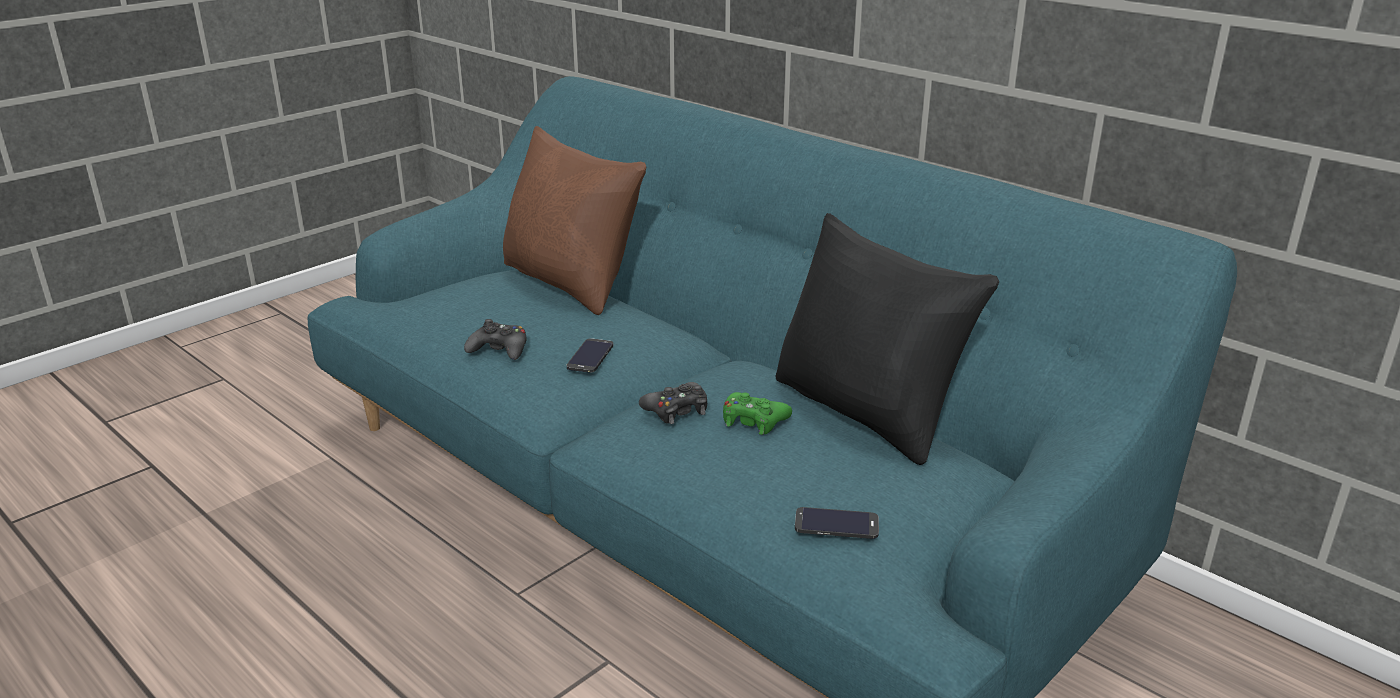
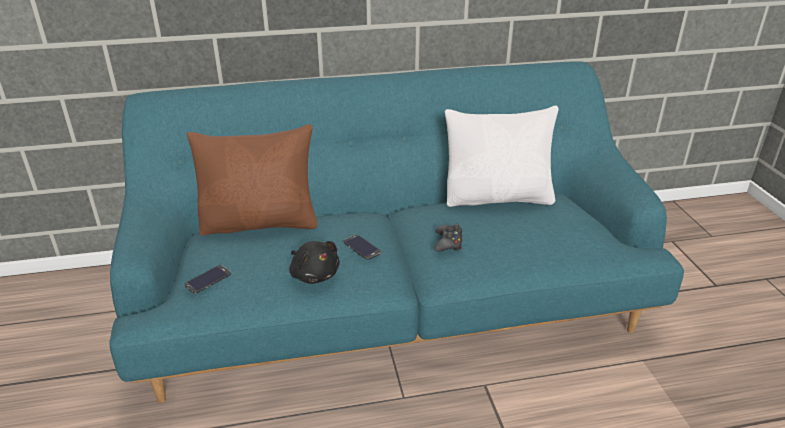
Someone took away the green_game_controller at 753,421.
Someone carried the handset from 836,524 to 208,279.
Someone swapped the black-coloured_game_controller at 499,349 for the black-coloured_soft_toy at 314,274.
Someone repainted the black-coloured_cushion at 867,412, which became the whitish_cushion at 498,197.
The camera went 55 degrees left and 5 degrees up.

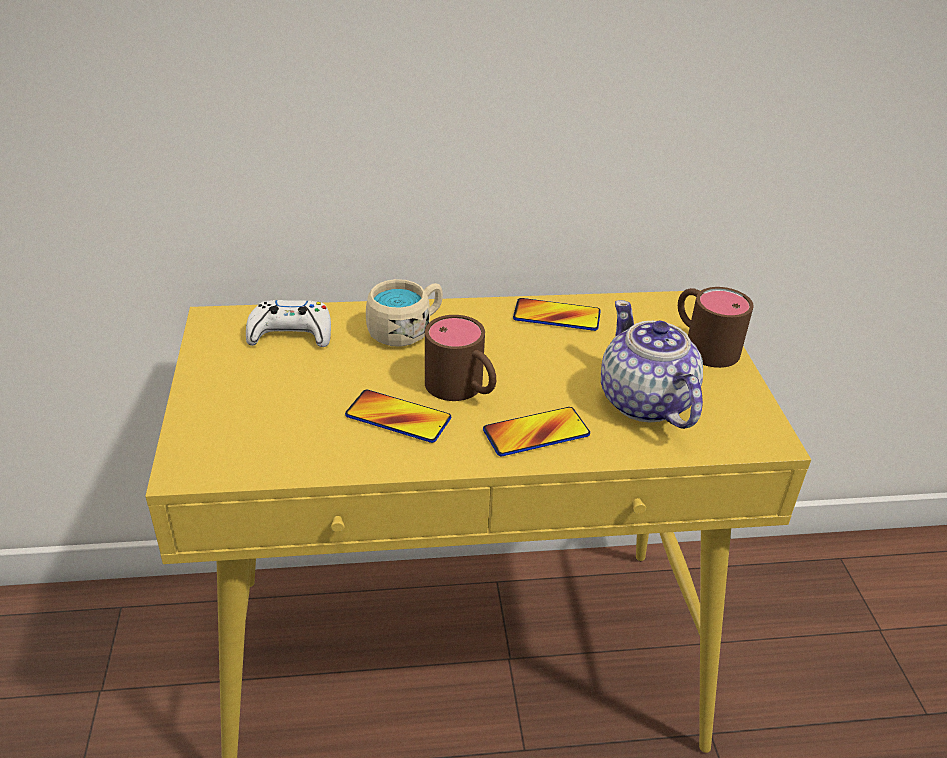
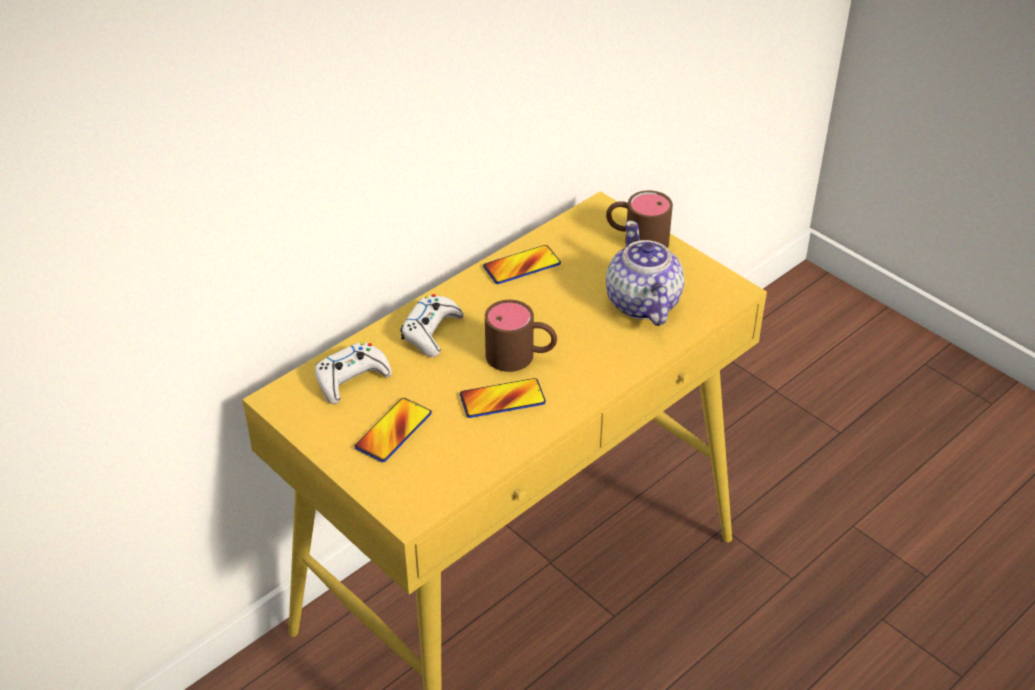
Someone carried the handset from 536,433 to 393,431.
Someone swapped the beige_mug at 406,330 for the whitish_game_controller at 431,332.
Someone rotated the pot_for_tea at 645,403 by 45 degrees clockwise.
The camera went 35 degrees left and 5 degrees up.

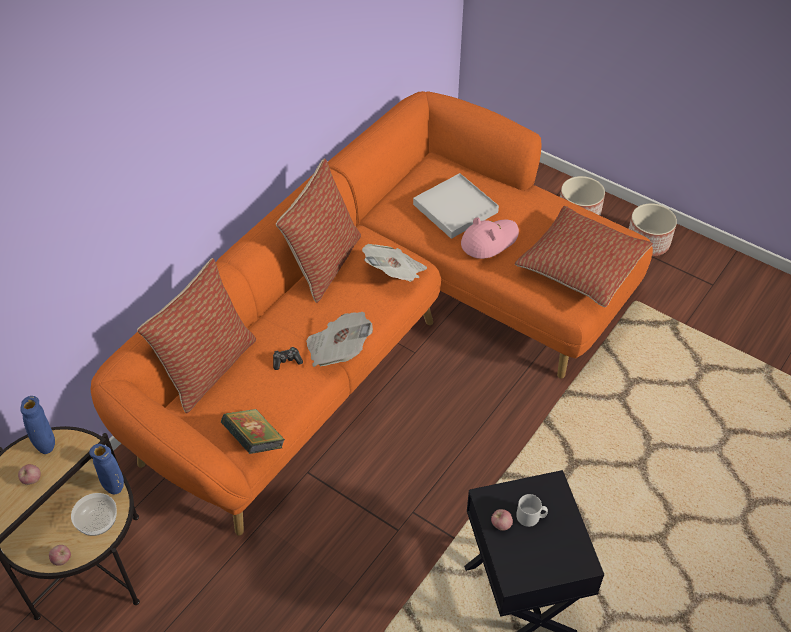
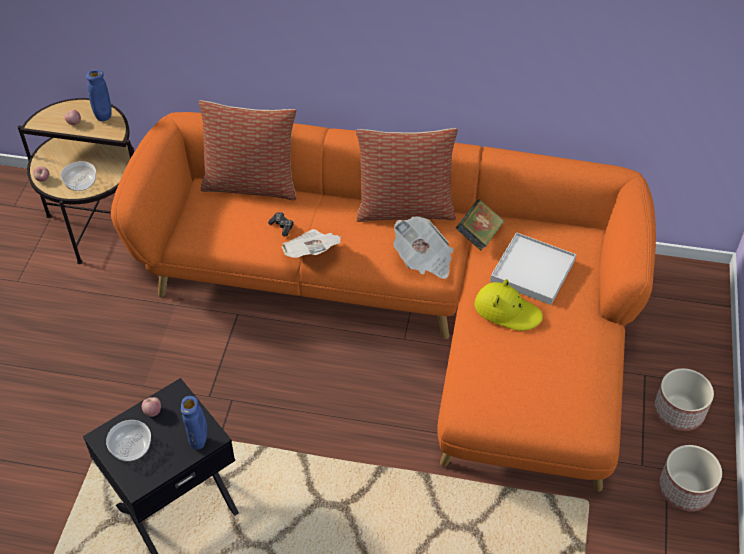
Someone took away the cushion at 581,266.
Someone took away the gray_mug at 531,517.
Someone put down the deep_dish at 132,447.
Someone carried the blue-coloured_decorative_vase from 115,488 to 199,443.
Someone carried the bound_book from 254,441 to 479,235.
Someone repainted the pink_hat at 489,240, which became the yellow_hat at 507,310.
The camera went 65 degrees right and 0 degrees up.

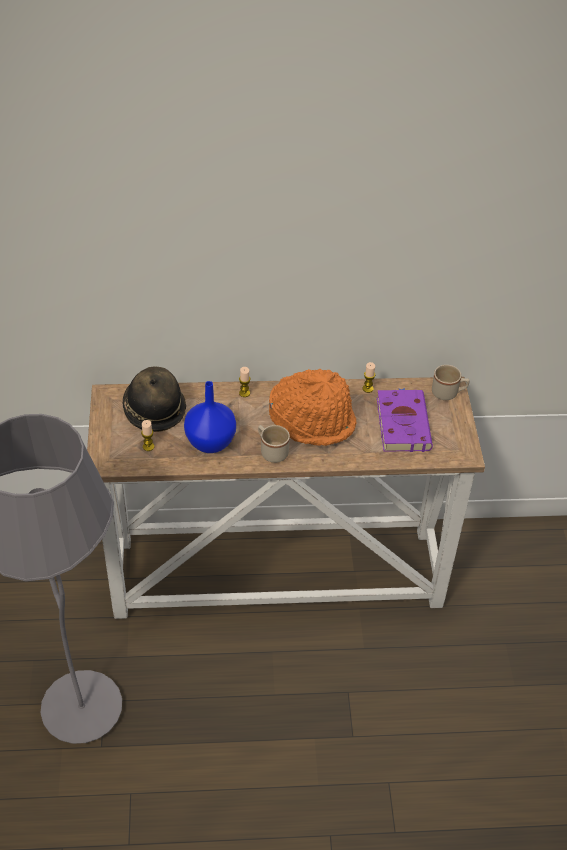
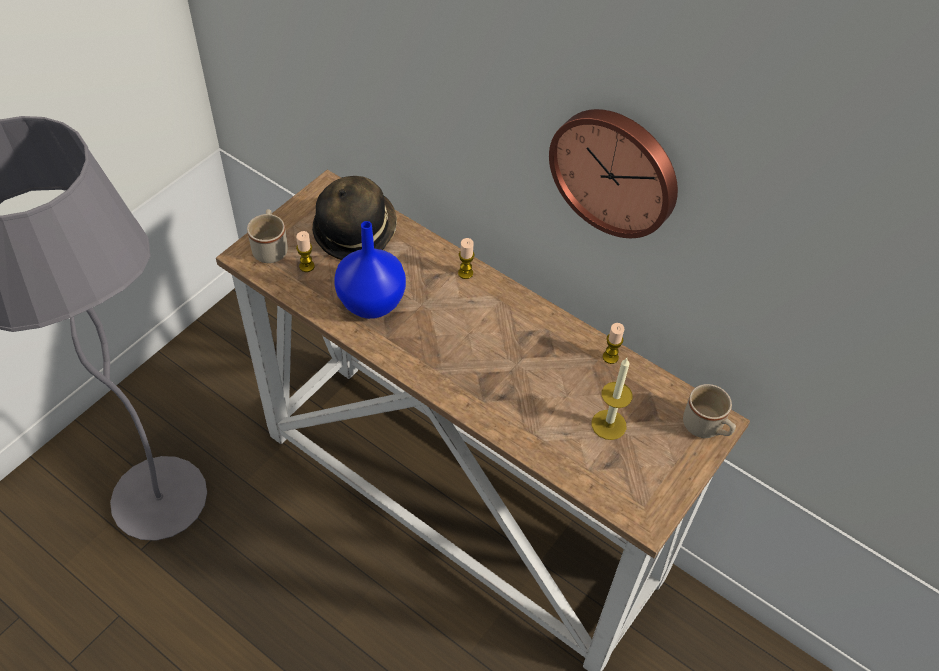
Someone took away the orange-coloured_hat at 313,420.
Someone put up the hanging_clock at 616,170.
Someone carried the beige_mug from 271,451 to 270,247.
Someone swapped the purple-coloured_bound_book at 402,422 for the wax_light at 608,424.
The camera went 40 degrees right and 5 degrees up.

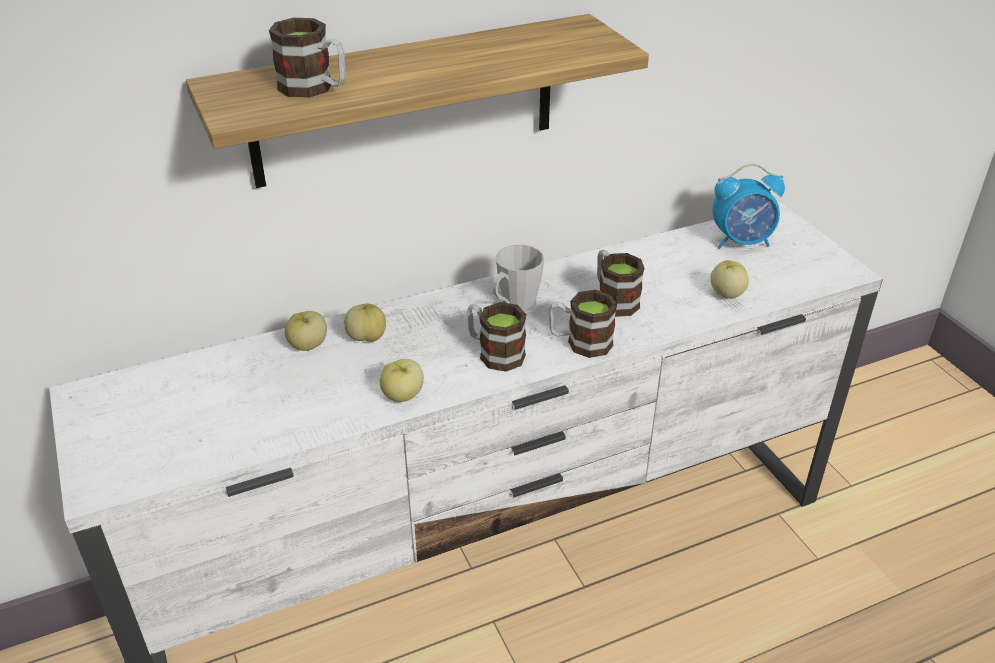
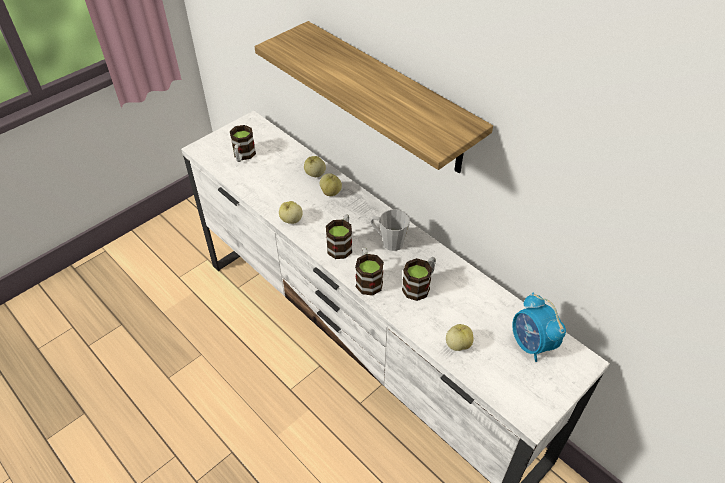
Someone carried the mug from 315,89 to 243,156.
The camera went 70 degrees right and 10 degrees up.

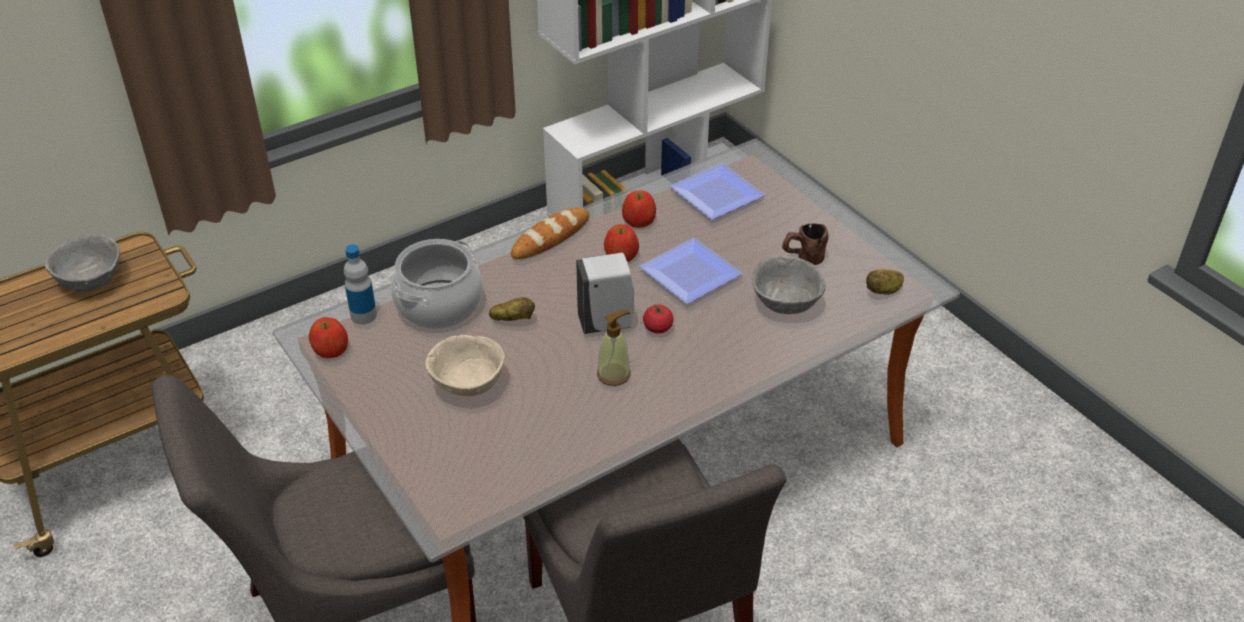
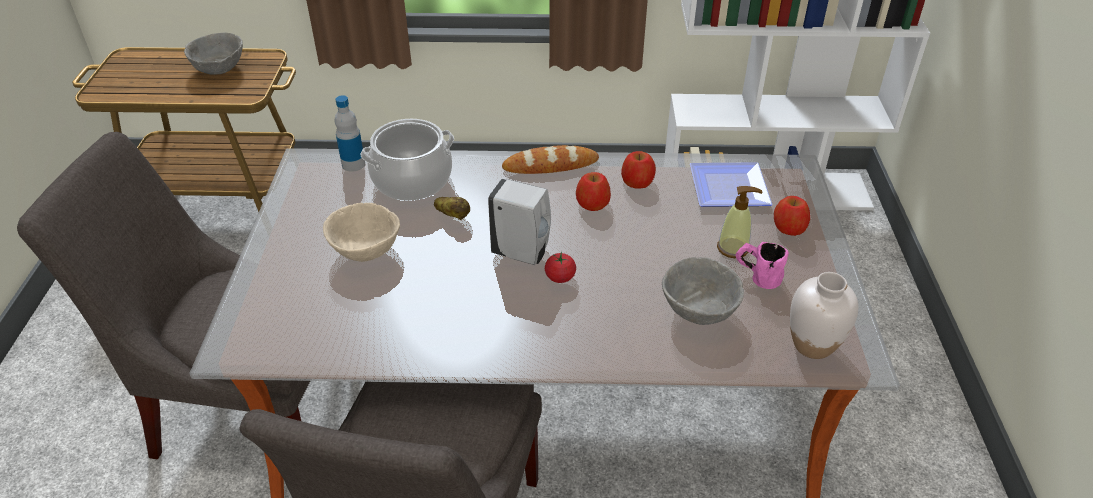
Someone took away the plate at 694,274.
Someone carried the apple from 330,349 to 789,227.
Someone carried the soap_dispenser from 614,374 to 733,248.
Someone swapped the potato at 884,291 for the whitish_decorative_vase at 812,344.
Someone repainted the brown_mug at 802,258, which became the pink_mug at 757,276.
The camera went 35 degrees right and 0 degrees up.

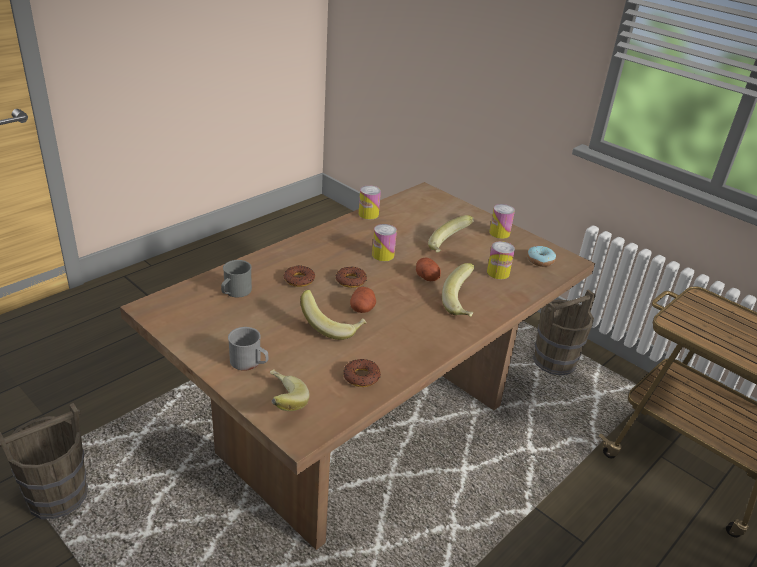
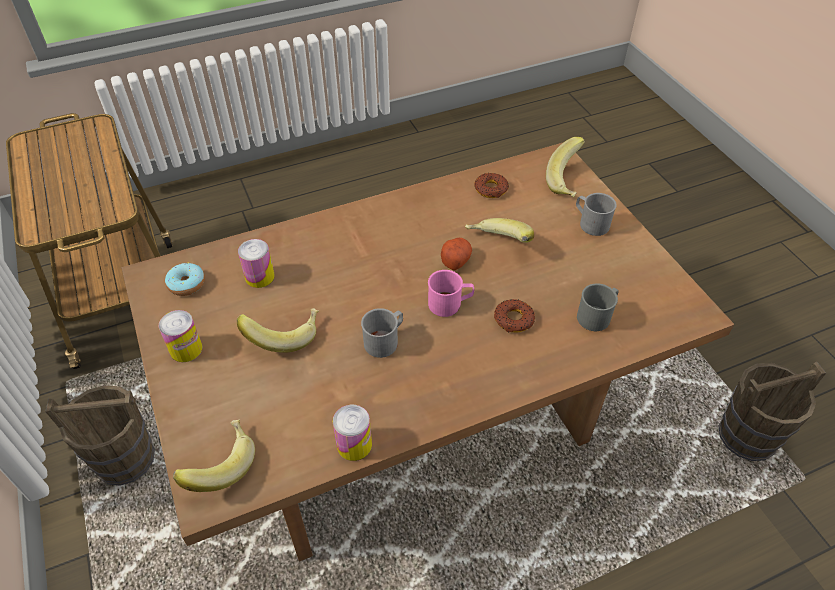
Someone took away the potato at 426,276.
Someone carried the banana from 462,304 to 220,465.
Someone swapped the doughnut at 350,280 for the pink_mug at 450,304.
Someone swapped the can at 383,255 for the gray_mug at 385,340.
The camera went 155 degrees left and 15 degrees up.

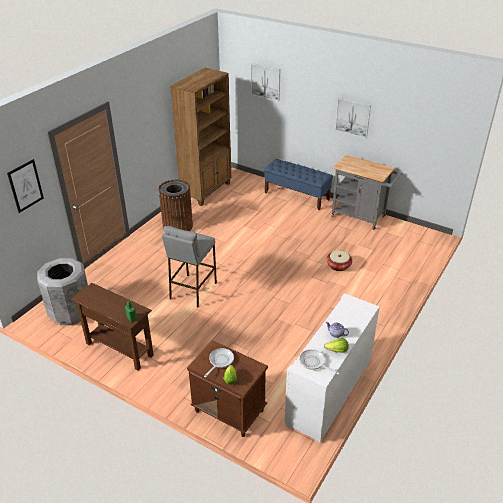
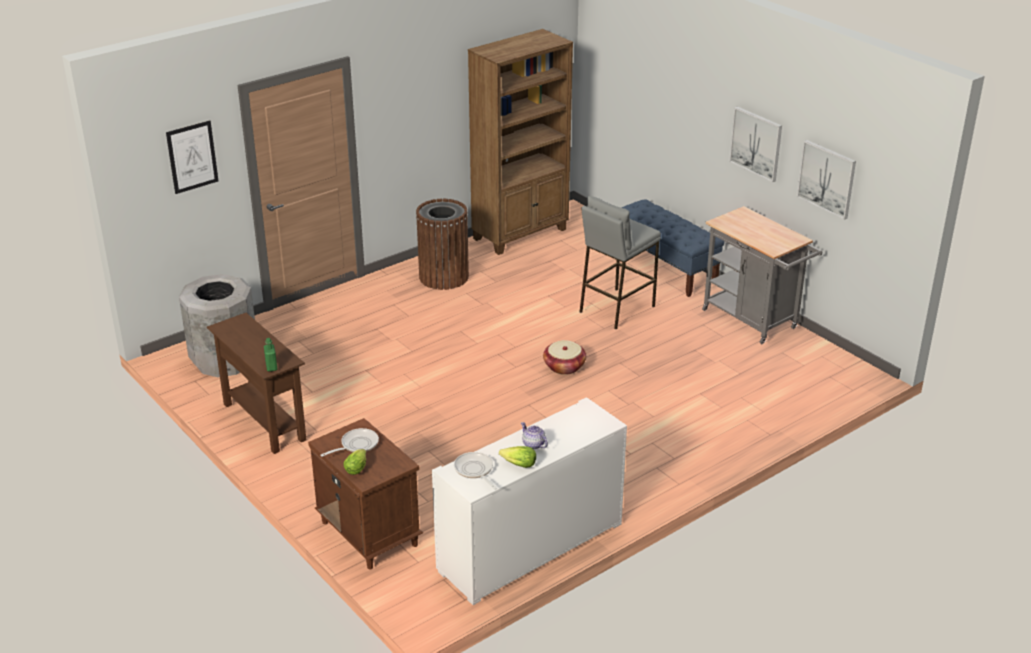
Someone carried the gray_stool from 192,291 to 616,309.
Someone carried the wall_picture from 265,81 to 827,178.
Someone carried the storage_basket from 338,266 to 564,367.
The camera went 20 degrees right and 5 degrees down.

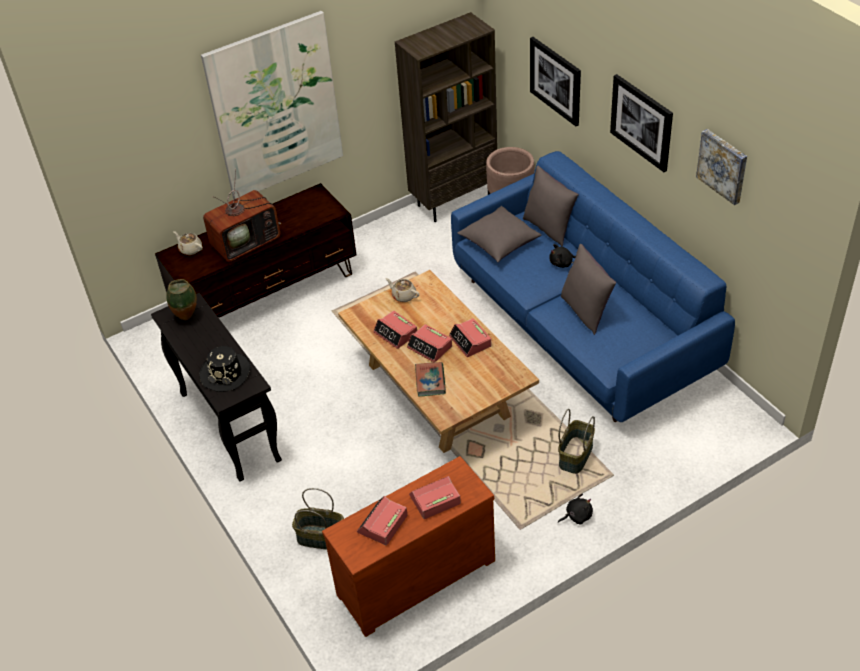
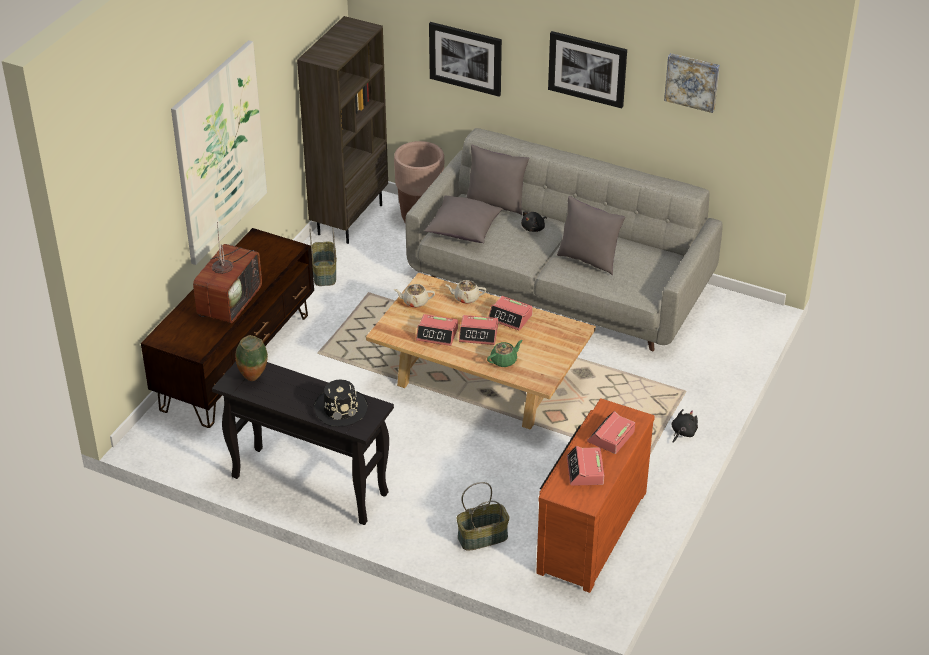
Someone carried the beige_pot_for_tea from 190,249 to 466,298.
Someone carried the storage_basket from 575,455 to 324,273.
Someone swapped the bound_book at 430,381 for the green_pot_for_tea at 504,360.
Someone repainted the blue-coloured_couch at 580,326, which became the gray_couch at 559,287.
The camera went 35 degrees left and 5 degrees down.

